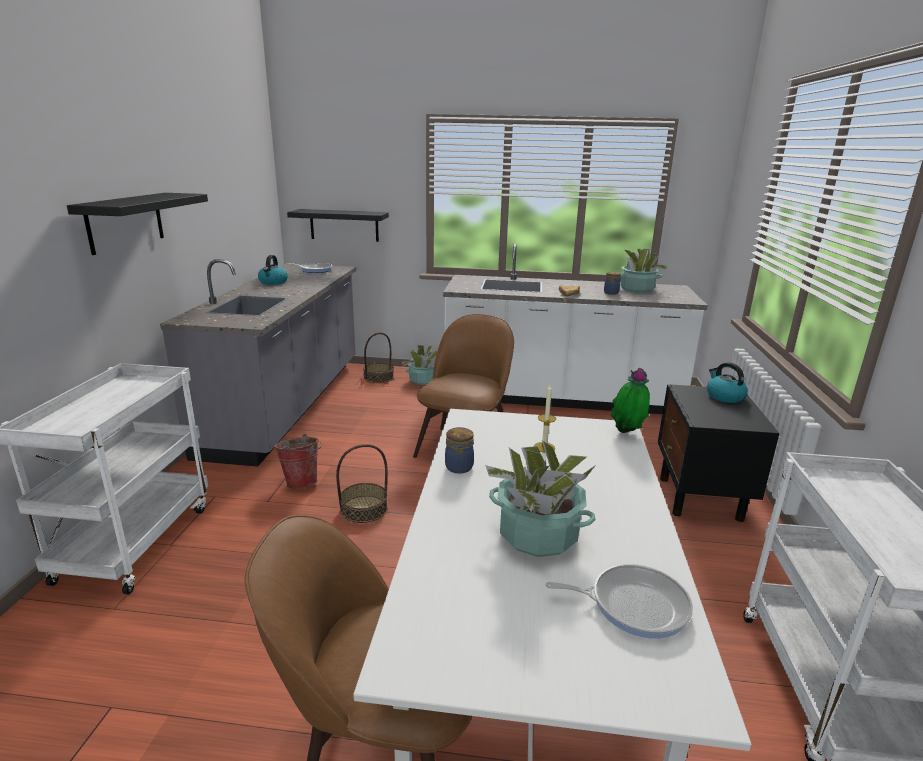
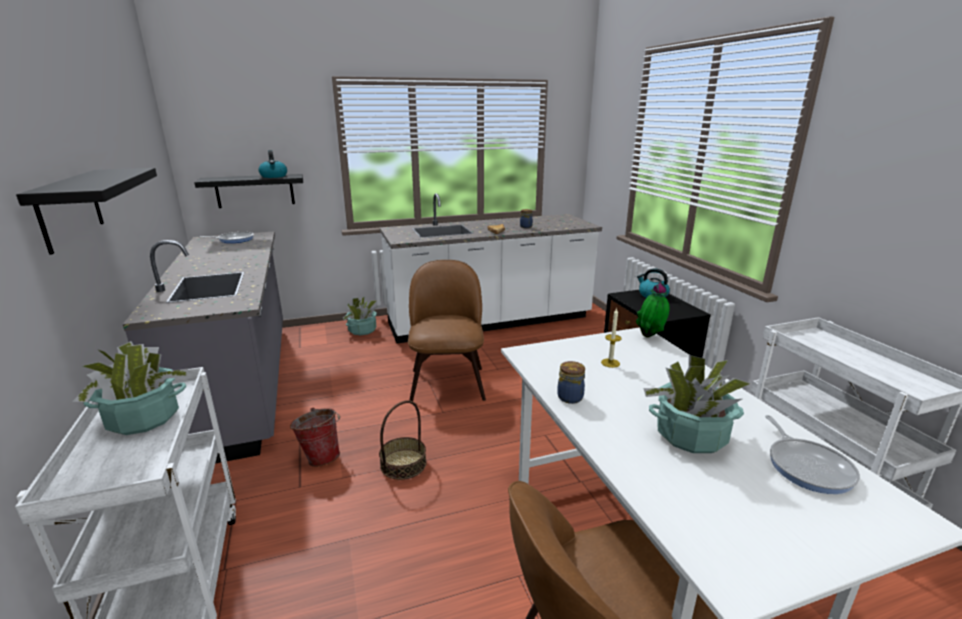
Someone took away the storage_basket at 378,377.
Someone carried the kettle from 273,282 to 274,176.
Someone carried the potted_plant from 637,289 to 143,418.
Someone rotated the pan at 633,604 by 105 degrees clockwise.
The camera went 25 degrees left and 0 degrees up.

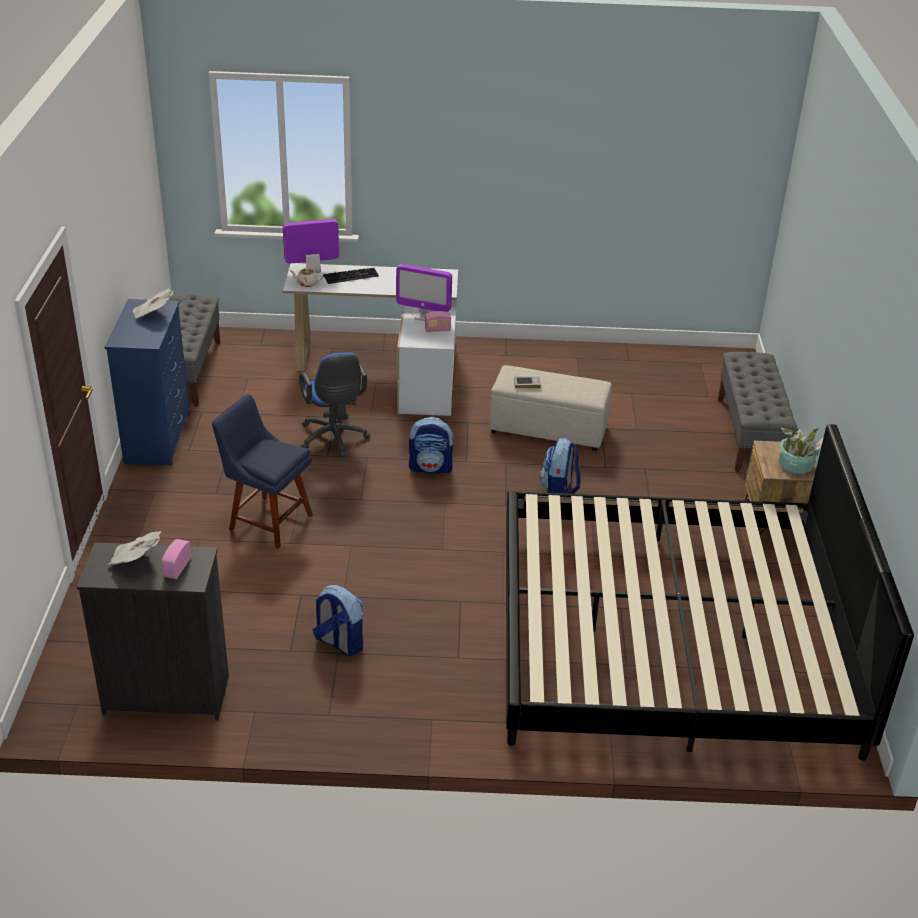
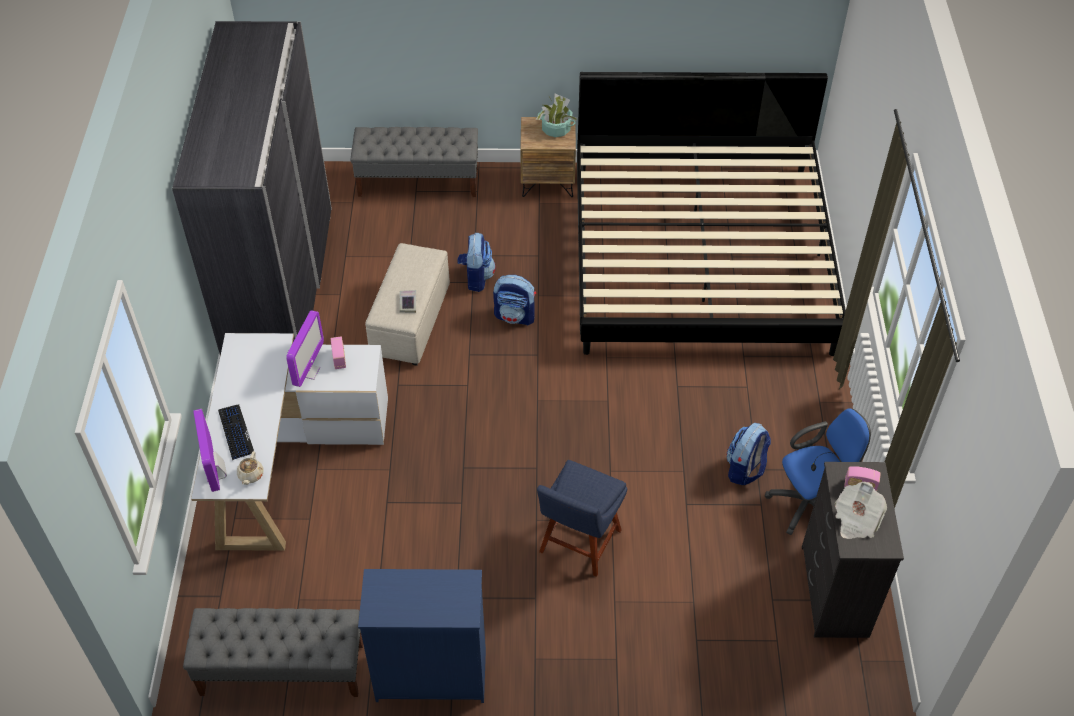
Someone took away the newspaper at 153,314.
Someone put down the gray_clothes_cupboard at 280,289.
Someone carried the blue-coloured_computer_chair from 334,440 to 810,503.
Someone carried the knapsack from 431,467 to 476,277.
The camera went 90 degrees left and 15 degrees up.

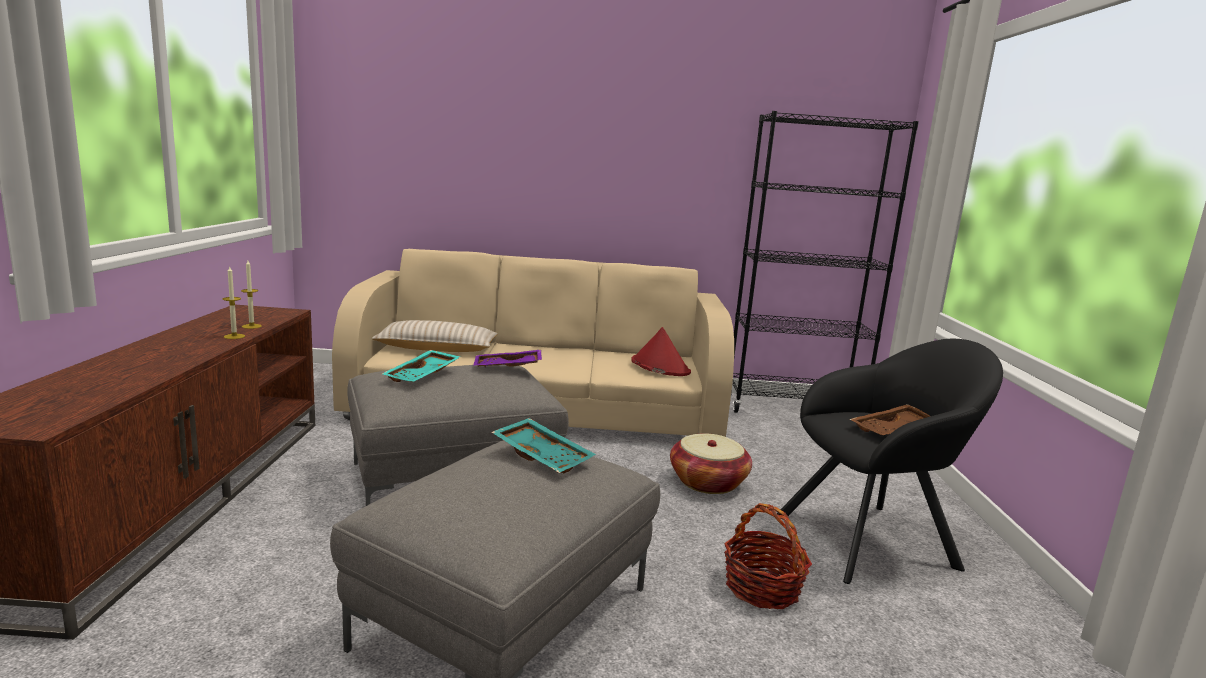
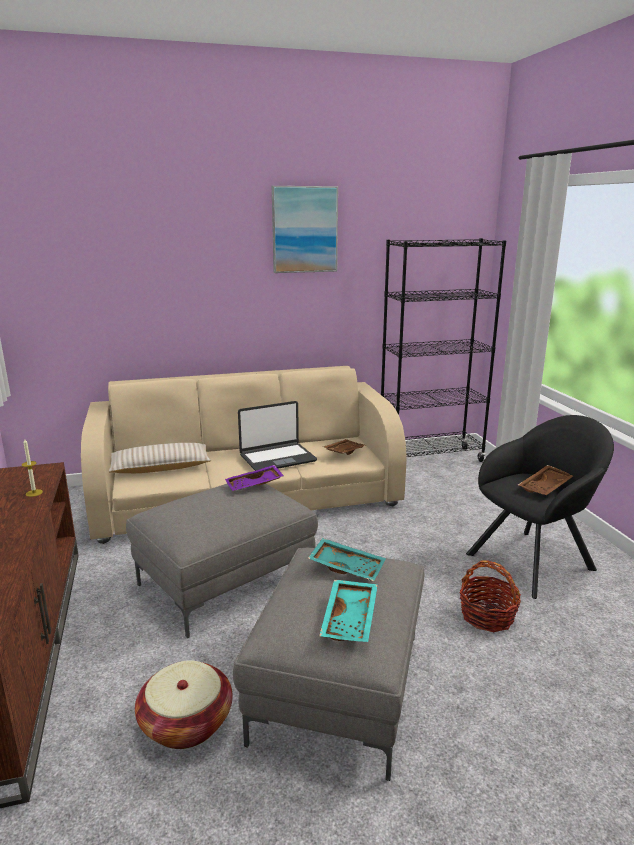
Someone took away the wax_light at 234,336.
Someone put down the laptop at 277,458.
Someone put up the wall_picture at 304,229.
Someone carried the blue-green_carrying_tray from 423,375 to 351,619.
Someone carried the storage_basket from 708,482 to 186,723.
Someone swapped the red-coloured_hat at 659,366 for the brown_carrying_tray at 343,451.
The camera went 15 degrees left and 5 degrees up.

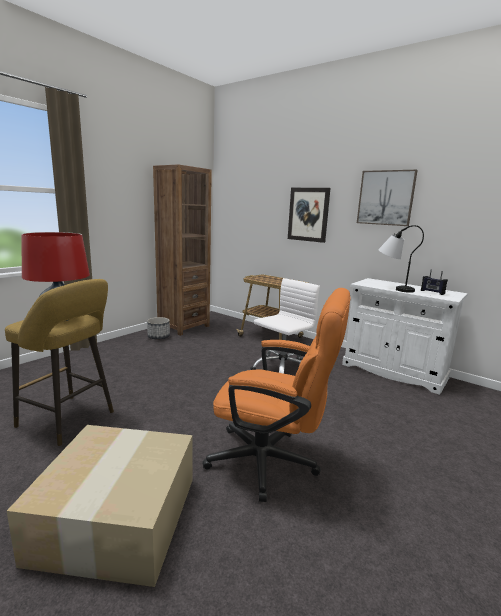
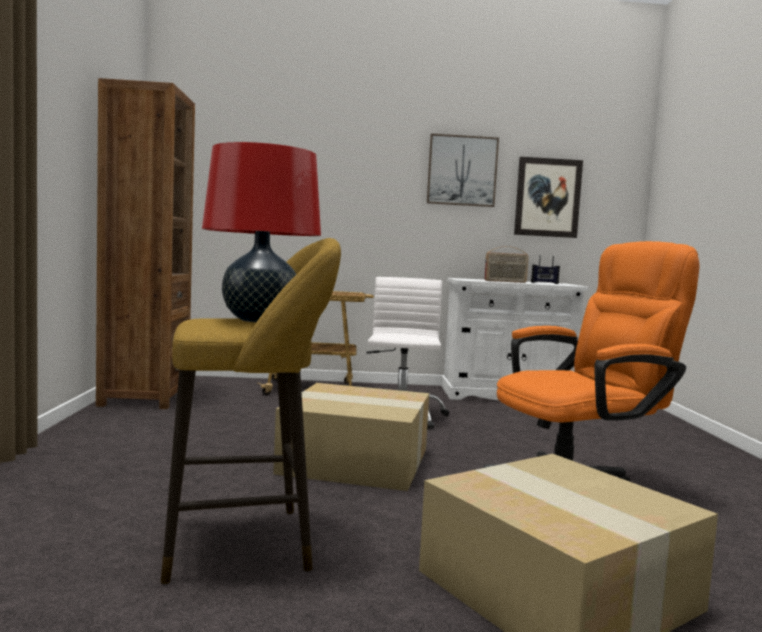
Someone took away the planter at 158,337.
Someone put down the cardboard_box at 358,460.
Someone carried the wall_picture from 308,214 to 547,197.
Someone swapped the tabletop_lamp at 392,288 for the radio_receiver at 505,281.
The camera went 40 degrees left and 10 degrees down.

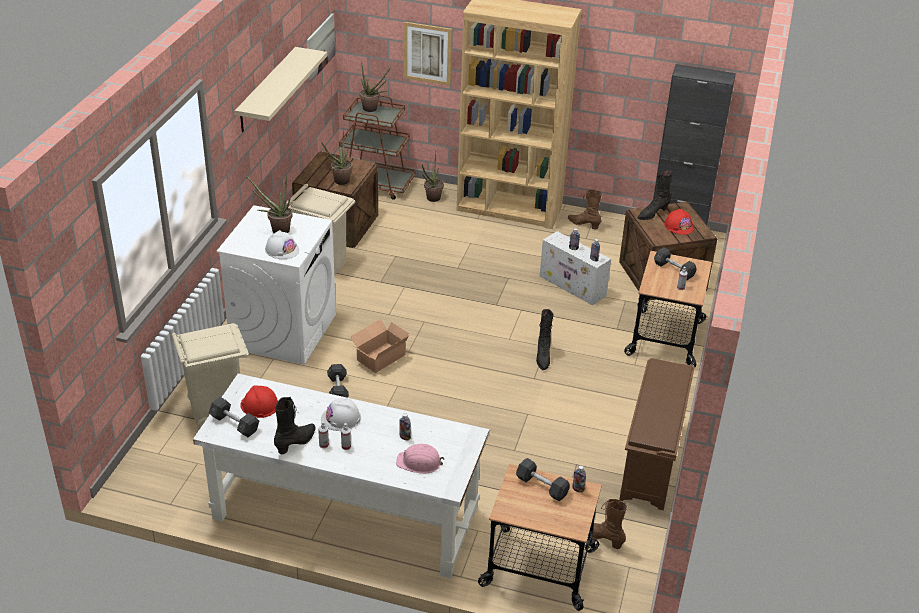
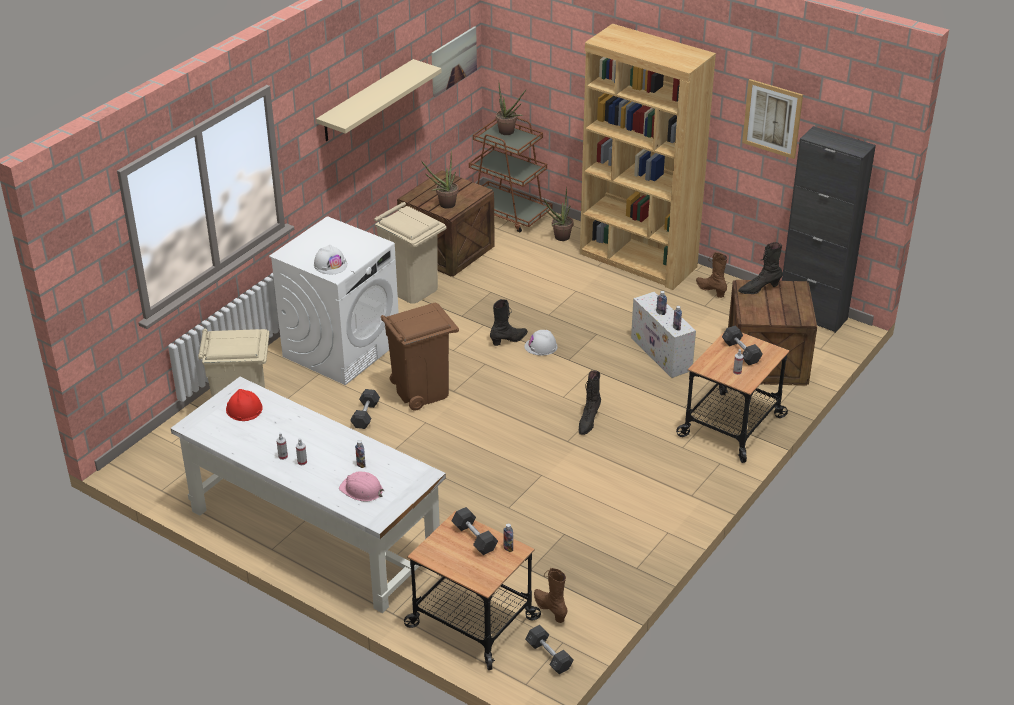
Someone took away the potted_plant at 276,230.
Someone took away the brown_shoe_stand at 652,462.
Someone took away the red-coloured_work_helmet at 679,226.
Someone carried the gray_free_weight from 234,424 to 549,656.
Someone carried the black-coloured_boot from 296,443 to 509,340.
Someone carried the whitish_work_helmet from 341,418 to 541,346.
Someone carried the wall_picture from 427,53 to 772,118.
Someone swapped the cardboard_box at 379,357 for the brown_trash_can at 421,391.
The camera went 20 degrees right and 0 degrees up.

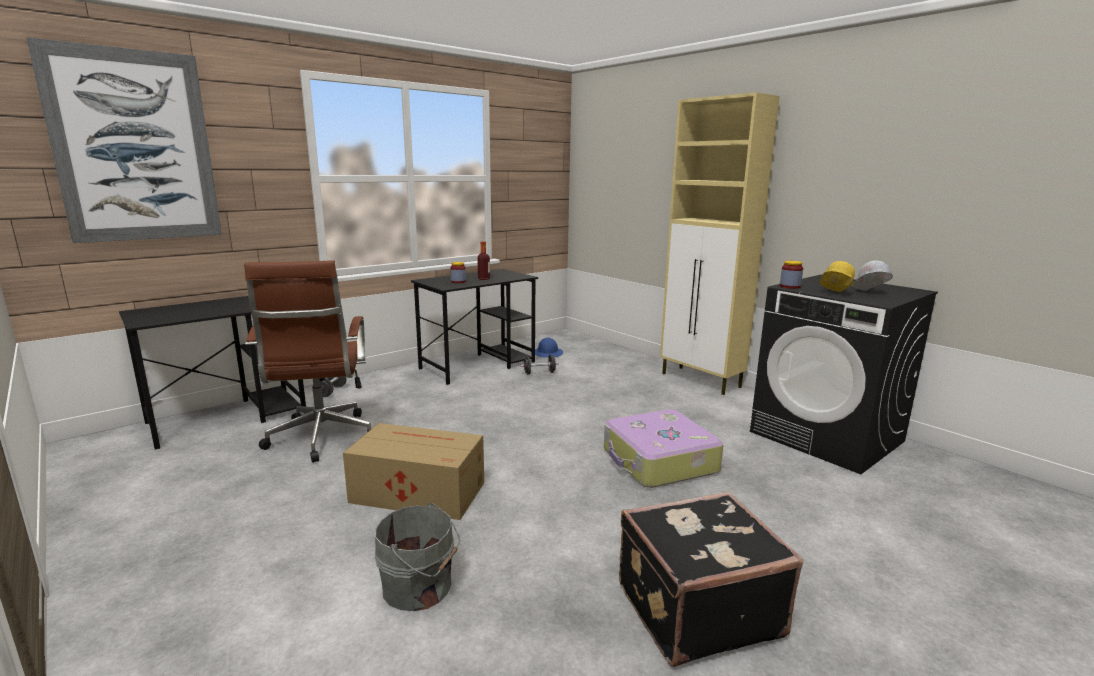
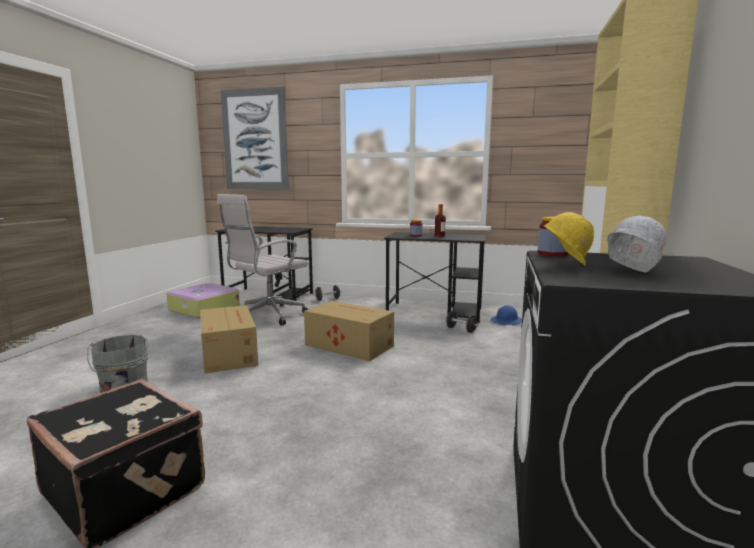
Someone put down the cardboard_box at 348,345.
Someone carried the travel_case from 658,461 to 203,309.
Someone repainted the brown_computer_chair at 321,439, which became the whitish_computer_chair at 267,316.
The camera went 55 degrees right and 5 degrees down.

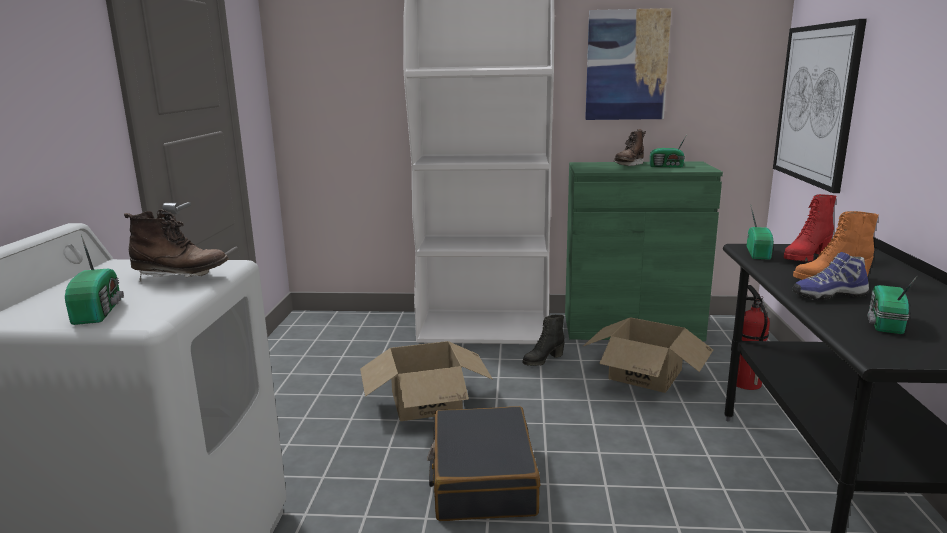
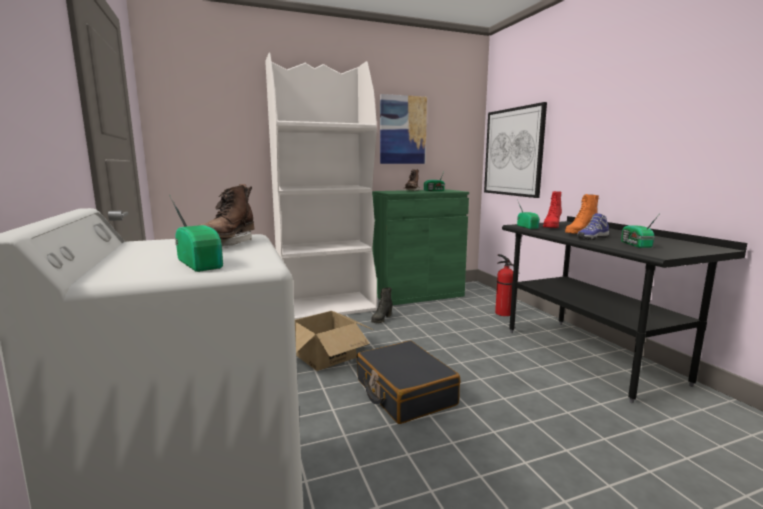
Someone took away the cardboard_box at 646,374.
Someone rotated the brown_boot at 181,277 by 120 degrees clockwise.
The camera went 25 degrees left and 5 degrees down.

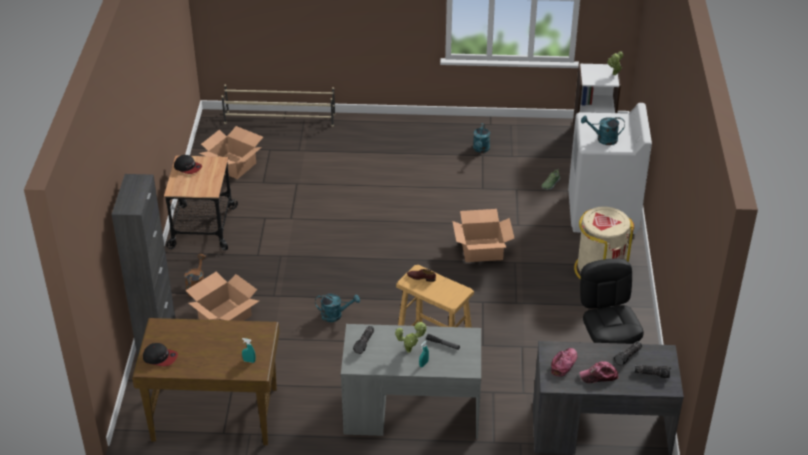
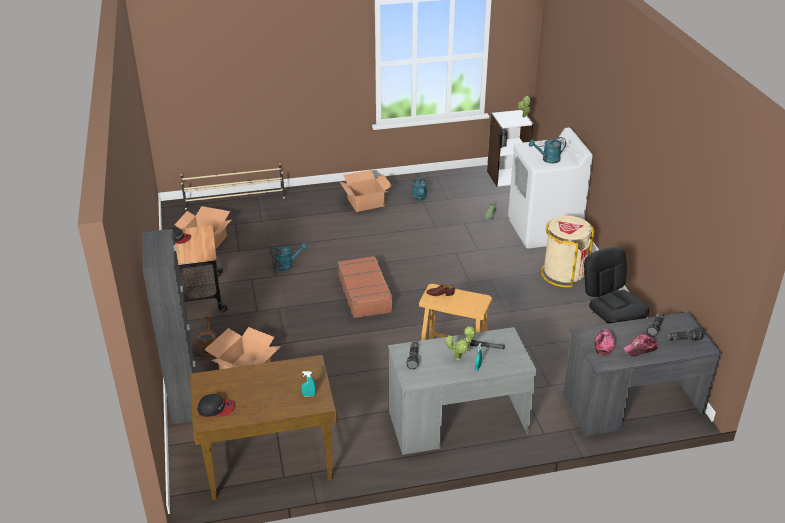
Someone put down the brown_travel_case at 365,293.
Someone carried the blue-green_sprinkling_can from 335,315 to 287,265.
Someone carried the cardboard_box from 481,249 to 365,202.
The camera went 15 degrees left and 5 degrees down.

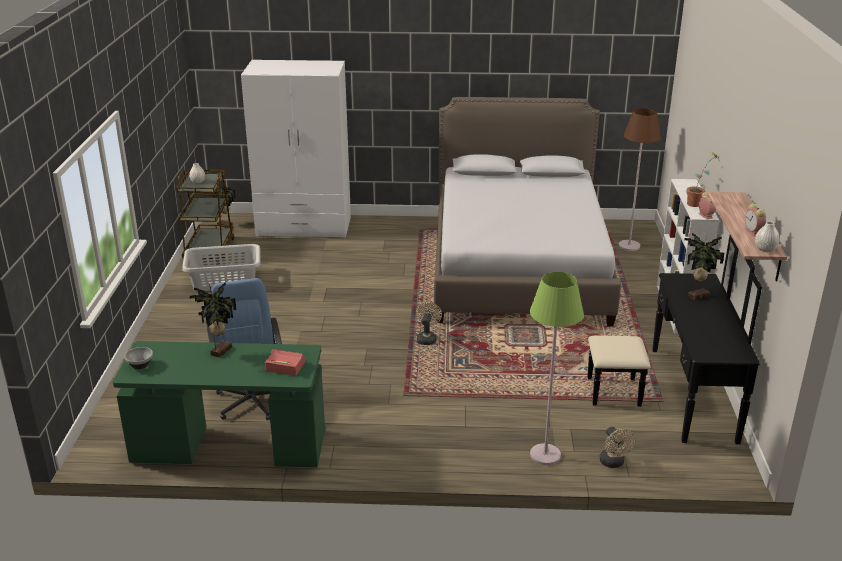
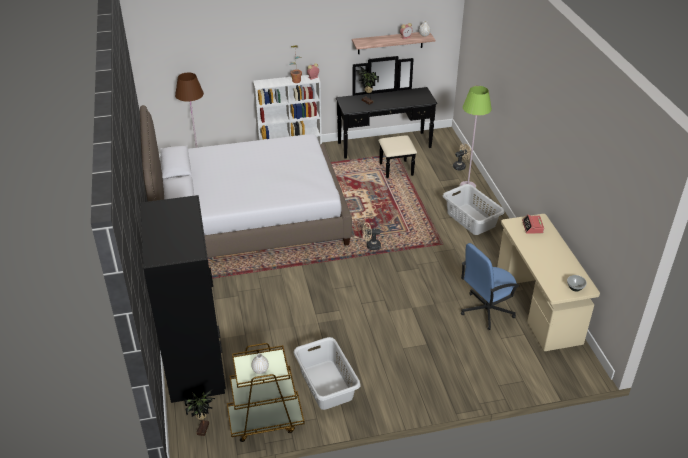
Someone took away the potted_plant at 219,351.
Someone put down the gray_washing_basket at 471,219.
Someone repainted the green_desk at 229,447, which became the beige_desk at 538,305.
Someone repainted the whitish_clothes_cupboard at 304,226, which became the black-coloured_clothes_cupboard at 195,362.
The camera went 105 degrees left and 10 degrees up.

